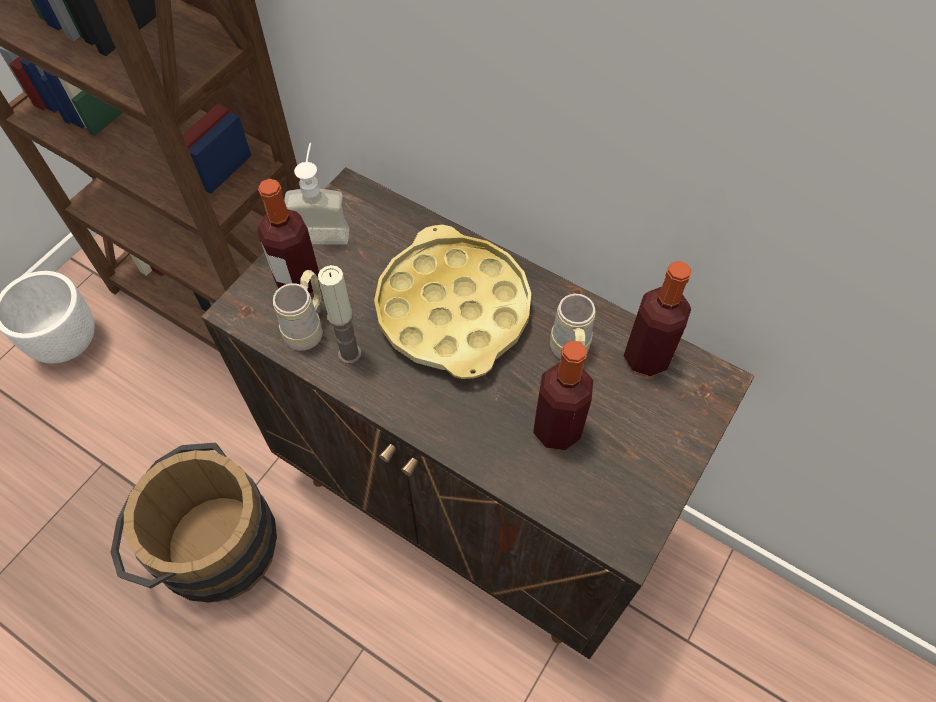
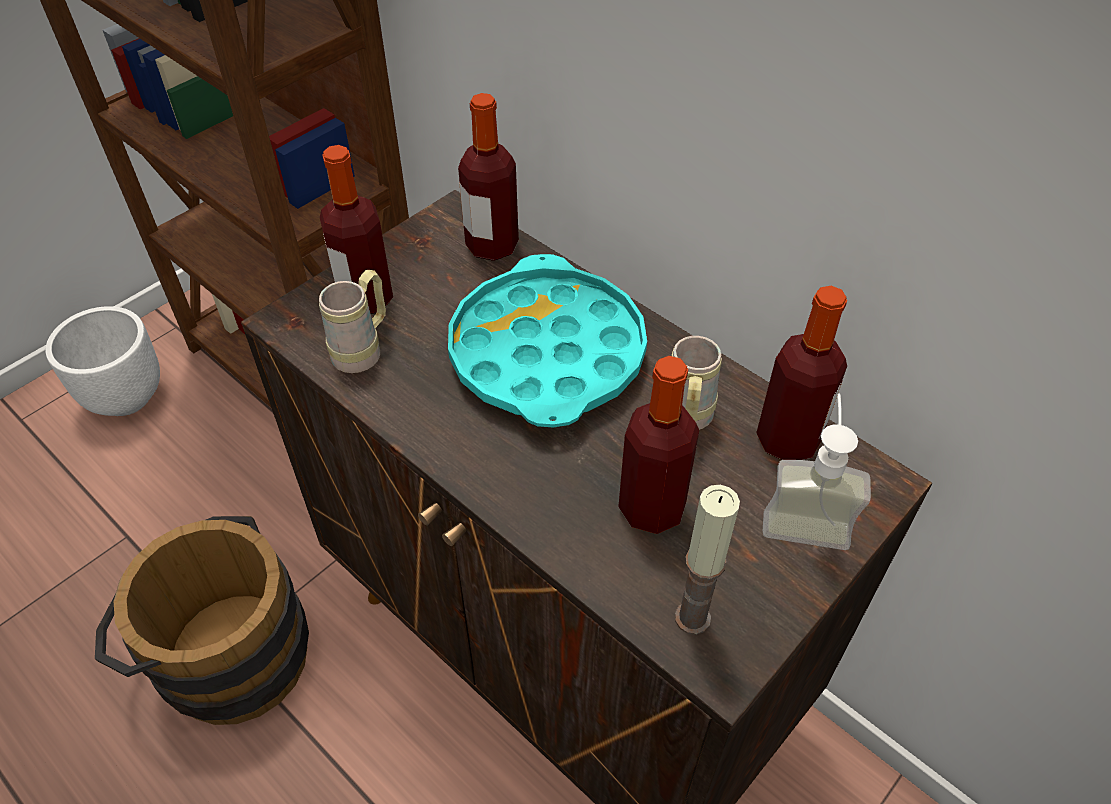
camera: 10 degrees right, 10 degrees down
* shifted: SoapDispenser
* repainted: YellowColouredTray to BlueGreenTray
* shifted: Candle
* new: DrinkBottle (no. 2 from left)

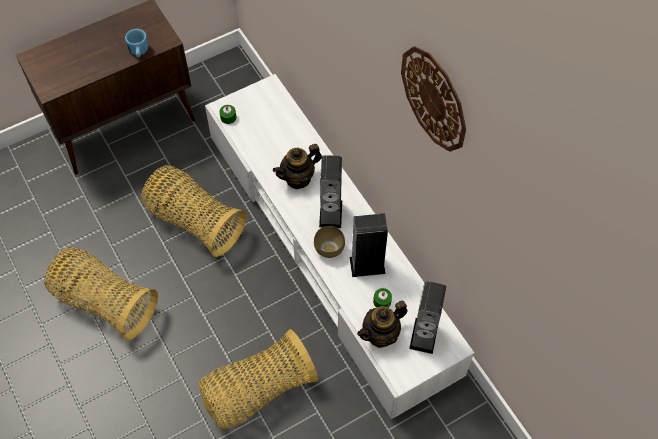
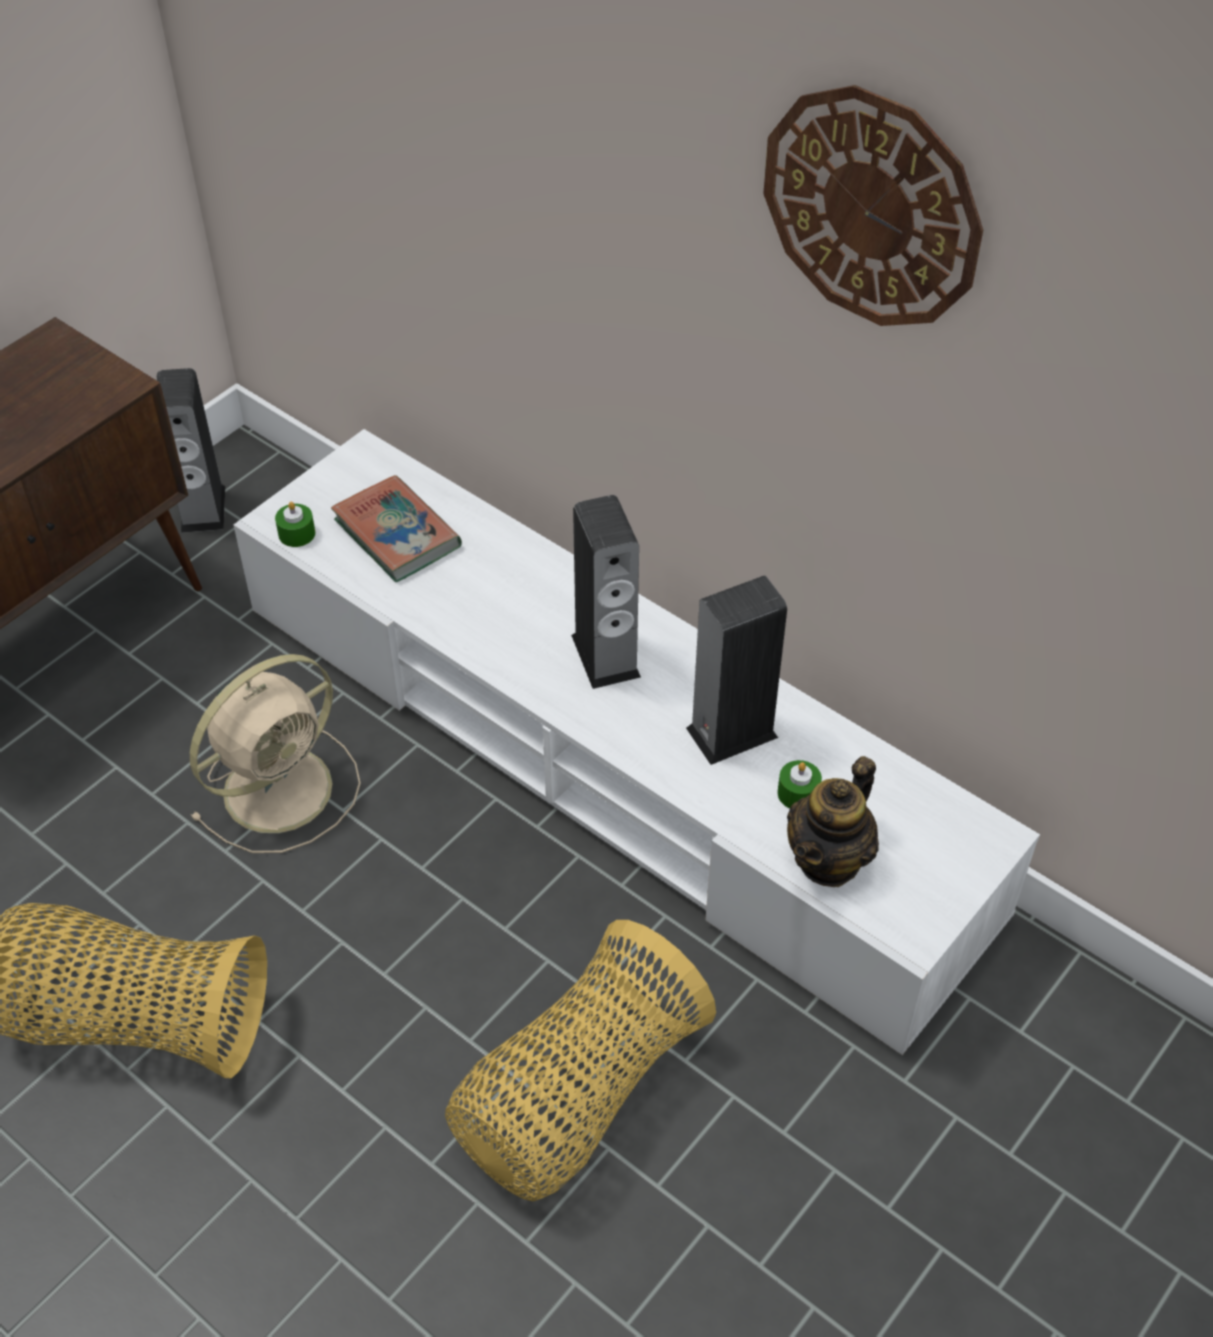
camera: 20 degrees left, 10 degrees down
* gone: BlueTeaMug
* gone: PotForTea (no. 1 from left)
* swapped: StorageBasket (no. 2 from left) to SandColouredFan
* gone: BrownishDeepDish
* shifted: AudioSpeaker (no. 3 from left in the first image) to AudioSpeaker (no. 1 from left)
* new: Volume

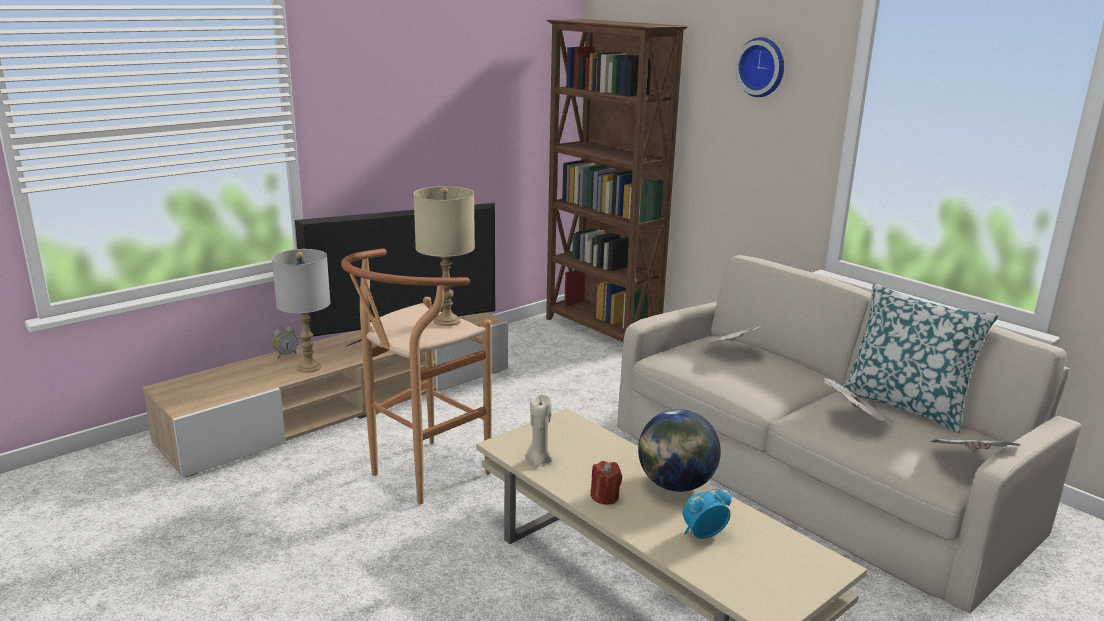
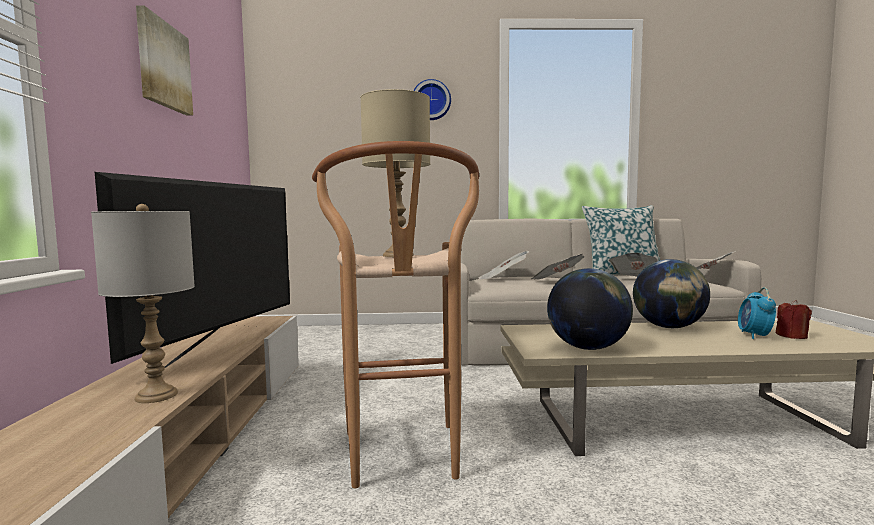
camera: 50 degrees left, 15 degrees down
* gone: BrownishBookshelf
* gone: BedsideClock (no. 1 from left)
* swapped: SandColouredCandle to DeskGlobe (no. 1 from left)
* shifted: RedCandle
* new: WallArt
* new: DailyPaper (no. 2 from left)

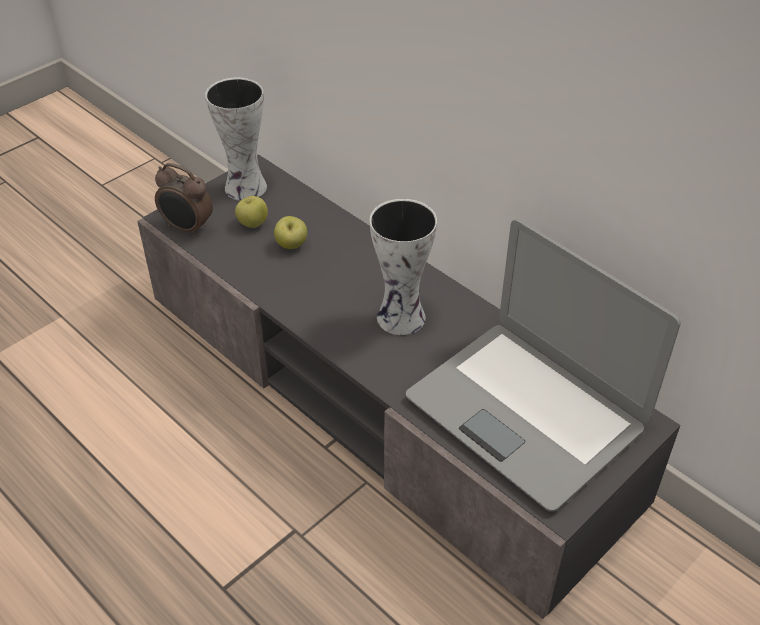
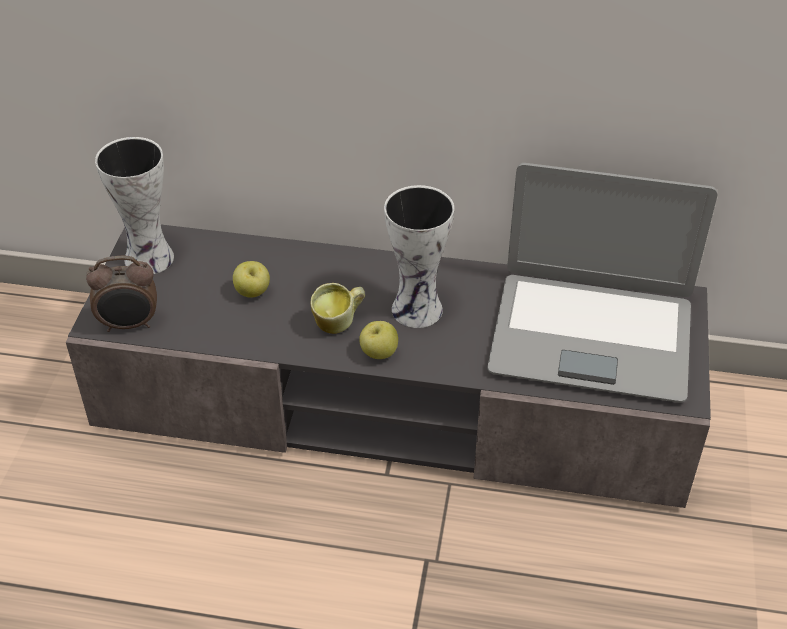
camera: 35 degrees left, 0 degrees up
* shifted: AppleFruit (no. 1 from left in the first image) to AppleFruit (no. 2 from left)
* new: TeaMug

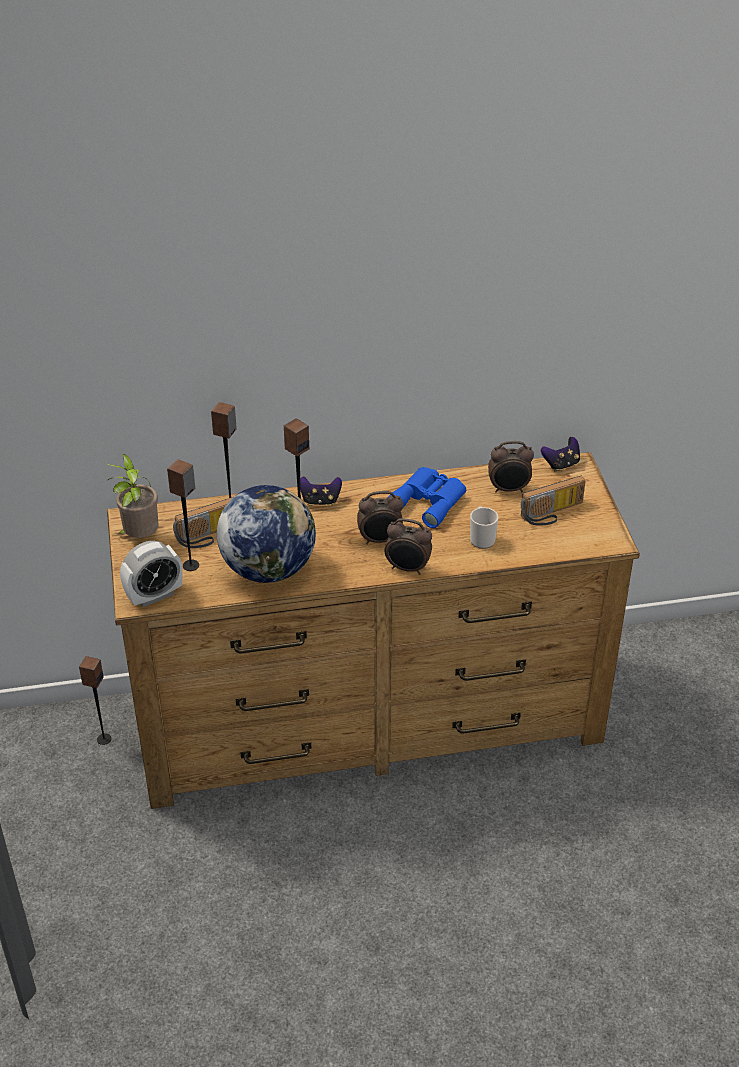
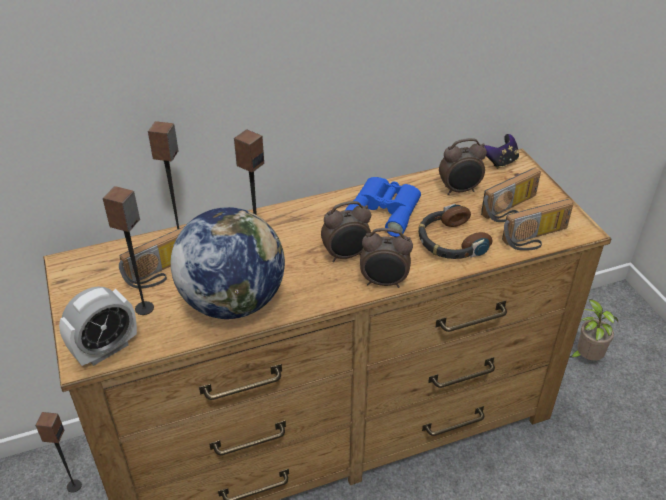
camera: 10 degrees left, 0 degrees up
* shifted: PlantInAPot
* gone: Gamepad (no. 1 from left)
* swapped: TeaMug to Headset
* new: Radio (no. 3 from left)

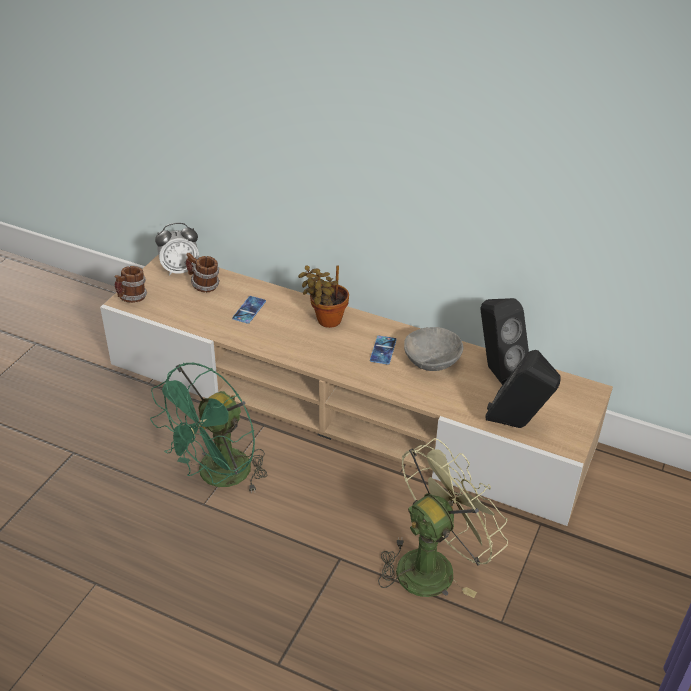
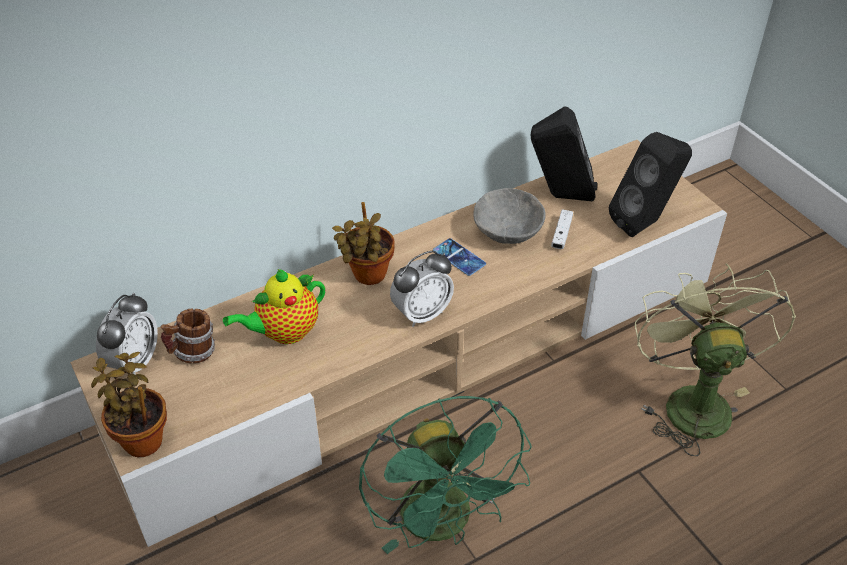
camera: 55 degrees left, 5 degrees up
* swapped: TeaMug (no. 1 from left) to PlantInAPot (no. 1 from left)
* swapped: Handset (no. 1 from left) to PotForTea
* new: WhiteGamepad
* new: BedsideClock (no. 2 from left)

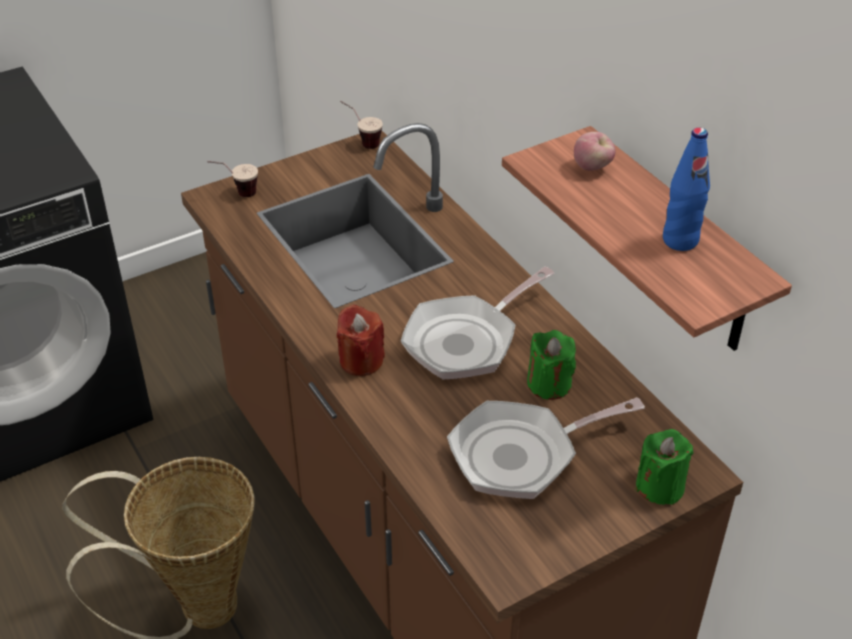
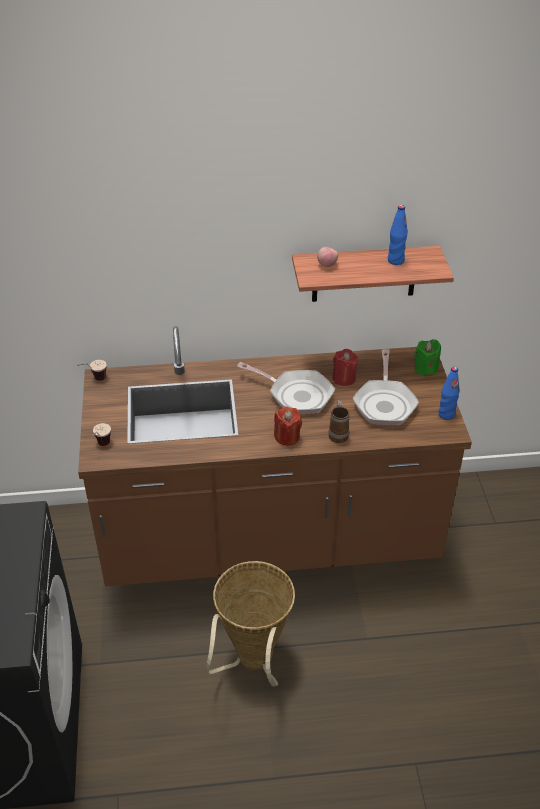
camera: 65 degrees left, 0 degrees up
* rotated: FryingPan (no. 1 from left) 45 degrees counterclockwise
* repainted: GreenCandle (no. 1 from left) to RedCandle (no. 2 from left)
* new: BlueDrinkBottle (no. 2 from left)
* new: TeaMug

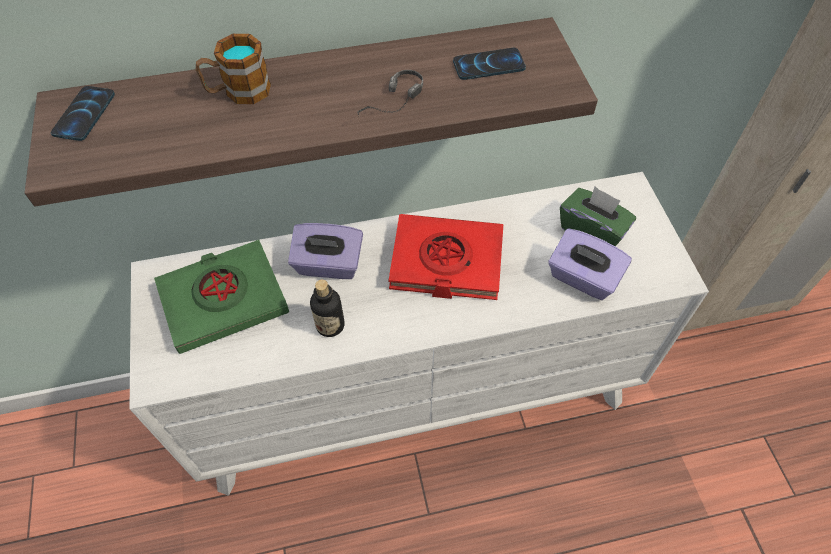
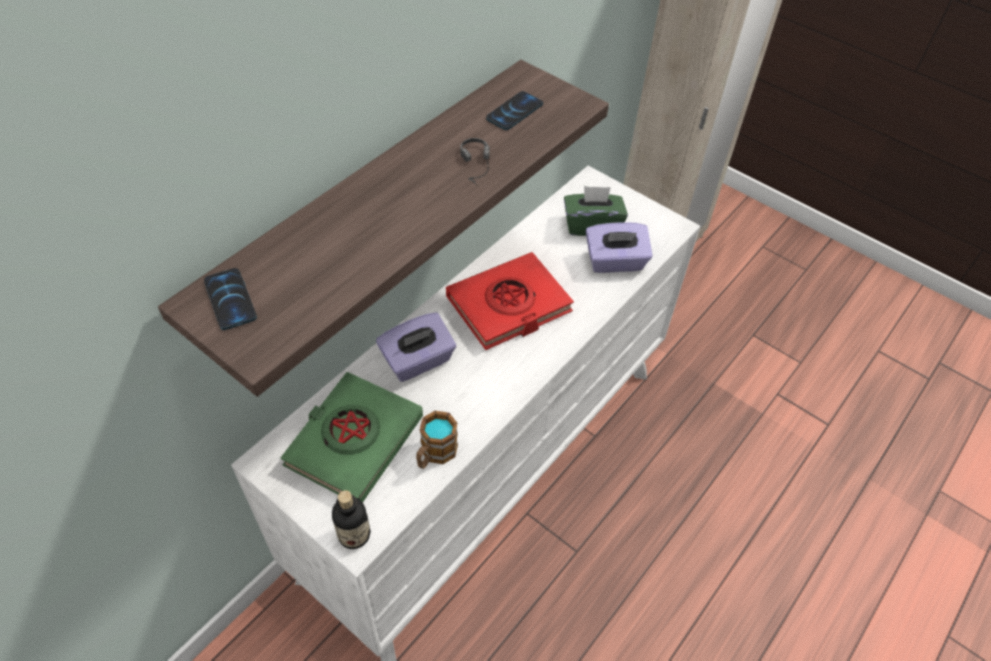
camera: 40 degrees left, 5 degrees down
* shifted: TeaMug
* shifted: DrinkBottle

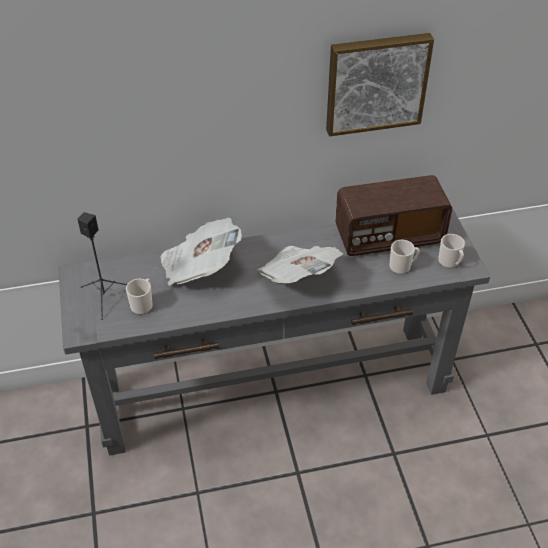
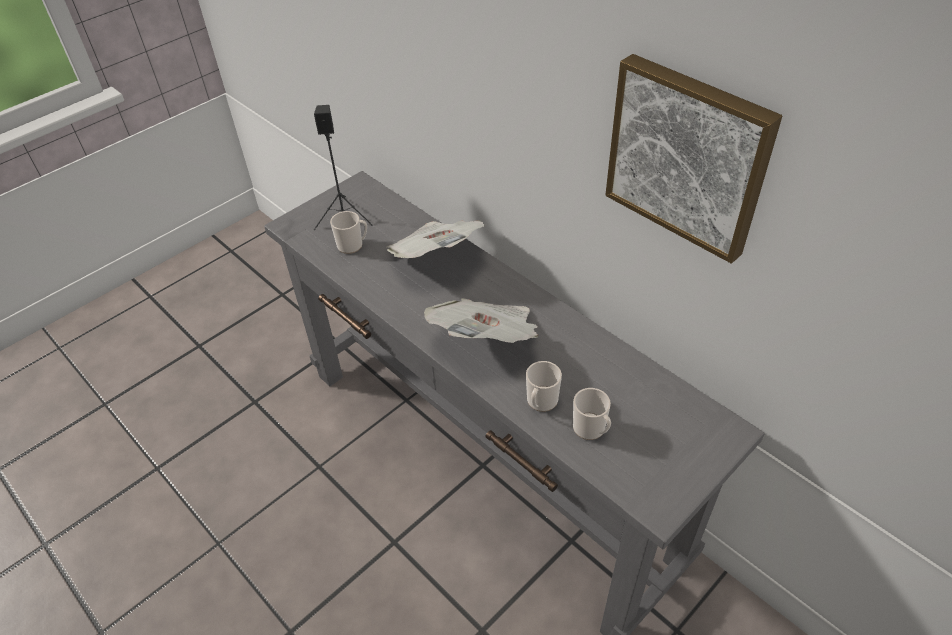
camera: 60 degrees right, 0 degrees up
* gone: Radio
* shifted: TeaMug (no. 3 from left in the first image) to TeaMug (no. 2 from left)

